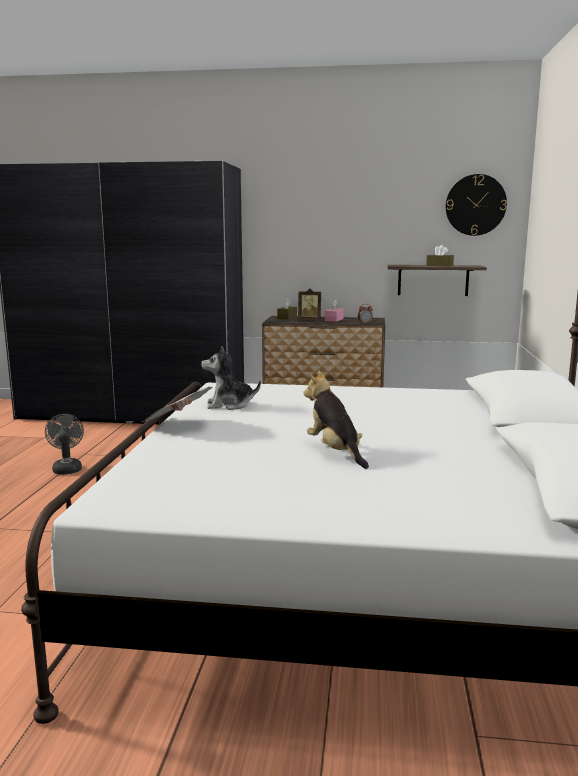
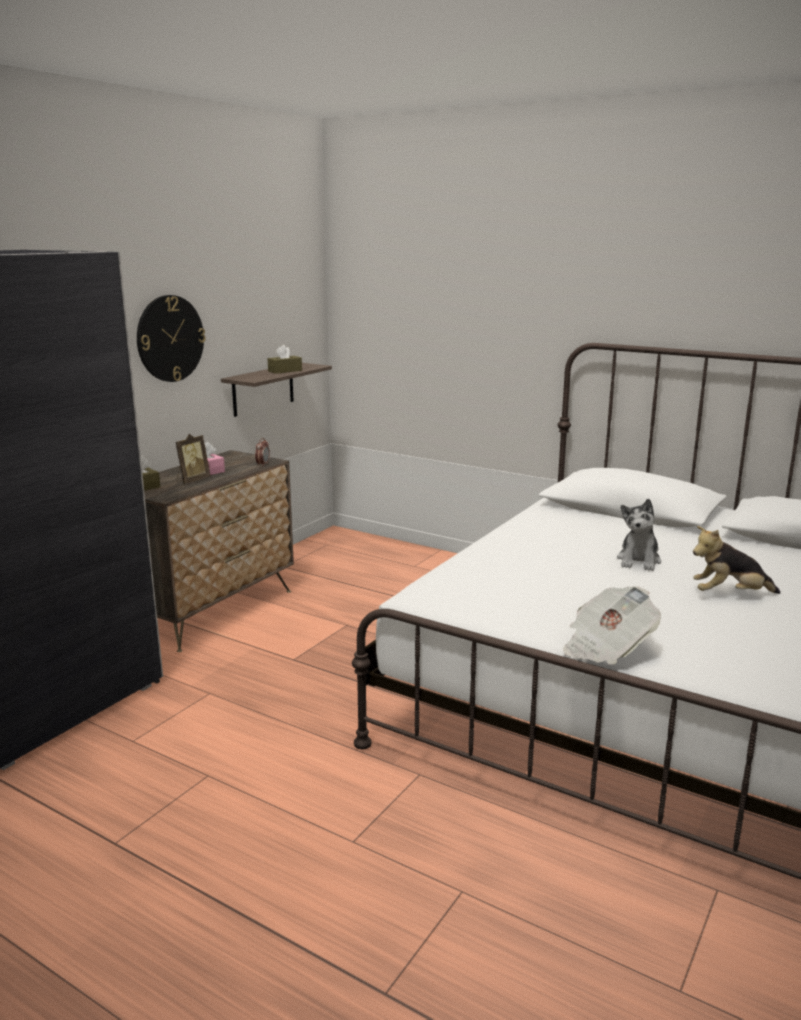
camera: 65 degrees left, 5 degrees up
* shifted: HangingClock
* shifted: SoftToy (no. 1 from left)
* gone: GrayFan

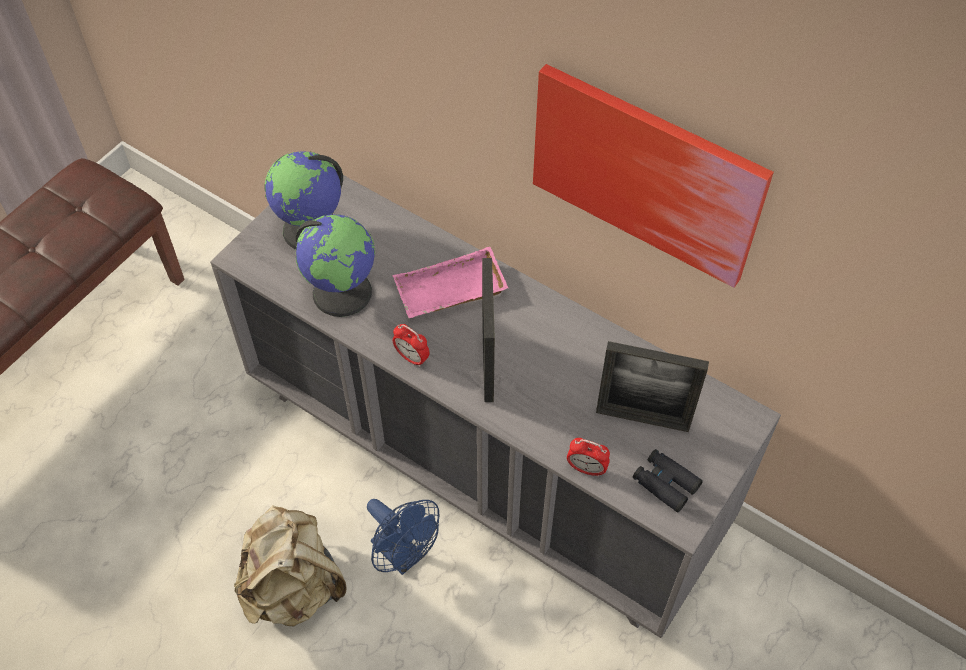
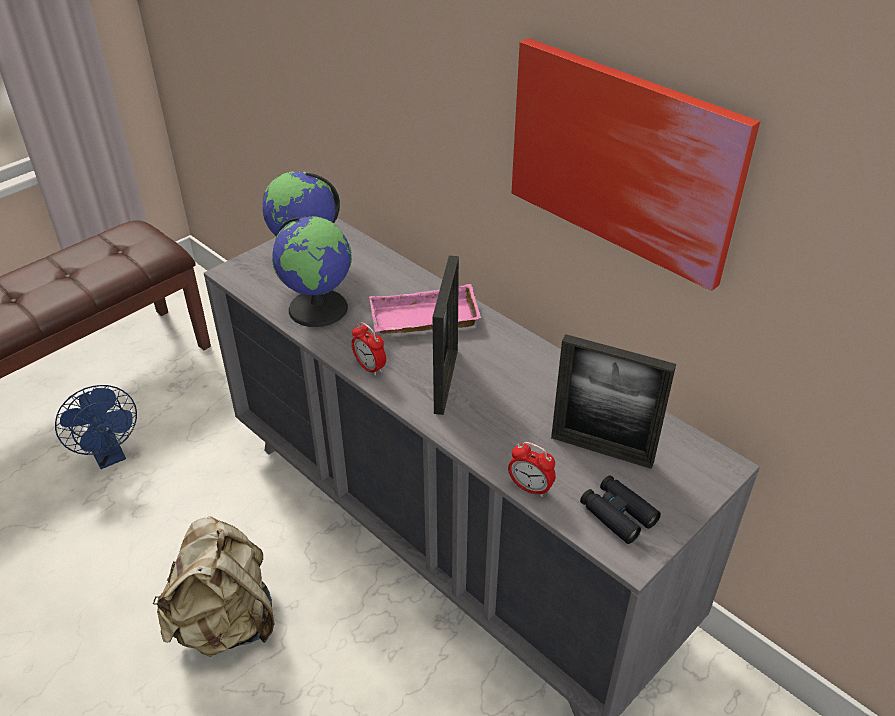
camera: 10 degrees right, 15 degrees down
* shifted: BlueFan

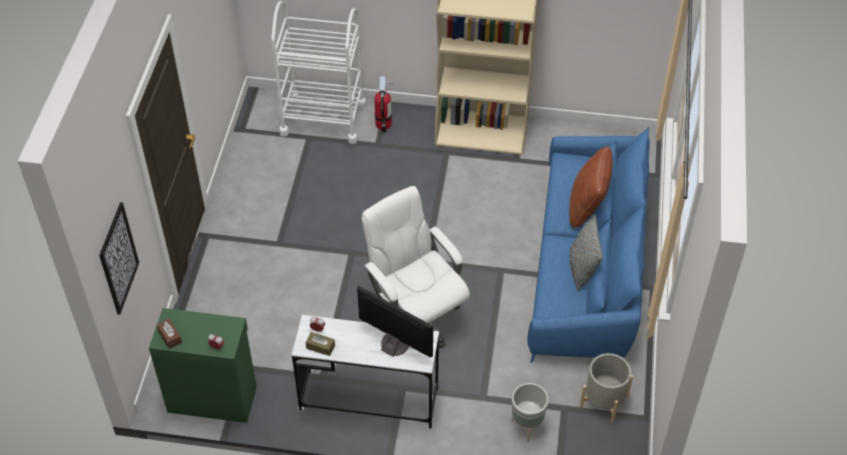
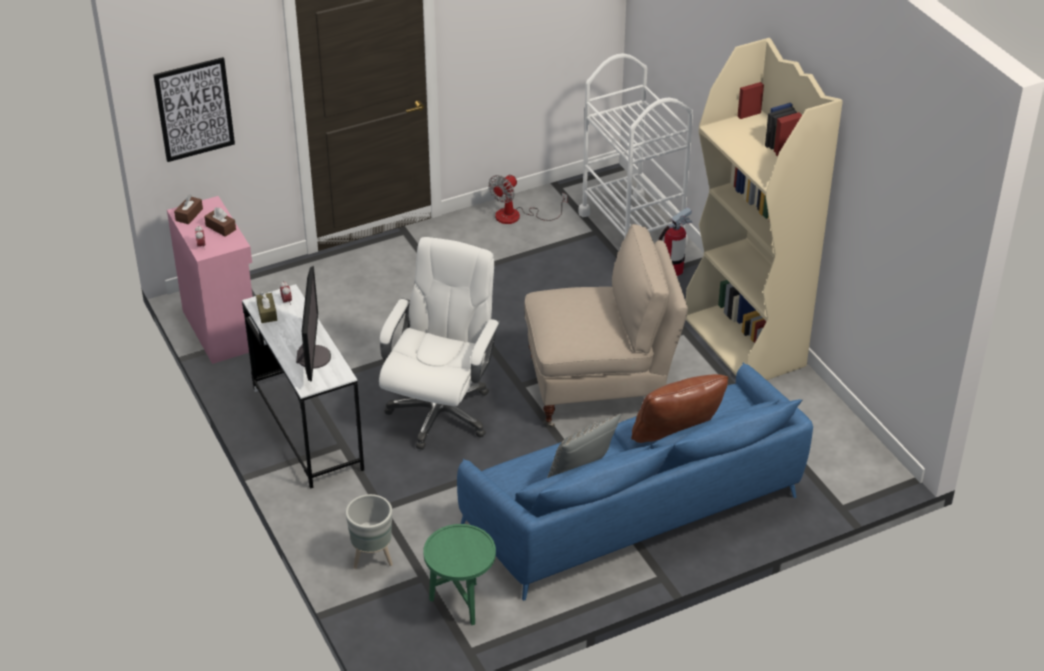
camera: 55 degrees right, 10 degrees down
* repainted: GreenCabinet to PinkColouredCabinet
* swapped: GrayFlowerPot (no. 2 from left) to GreenSideTable
* new: Fan
* new: BrownishBoxOfTissues (no. 2 from left)
* new: SandColouredPlainChair

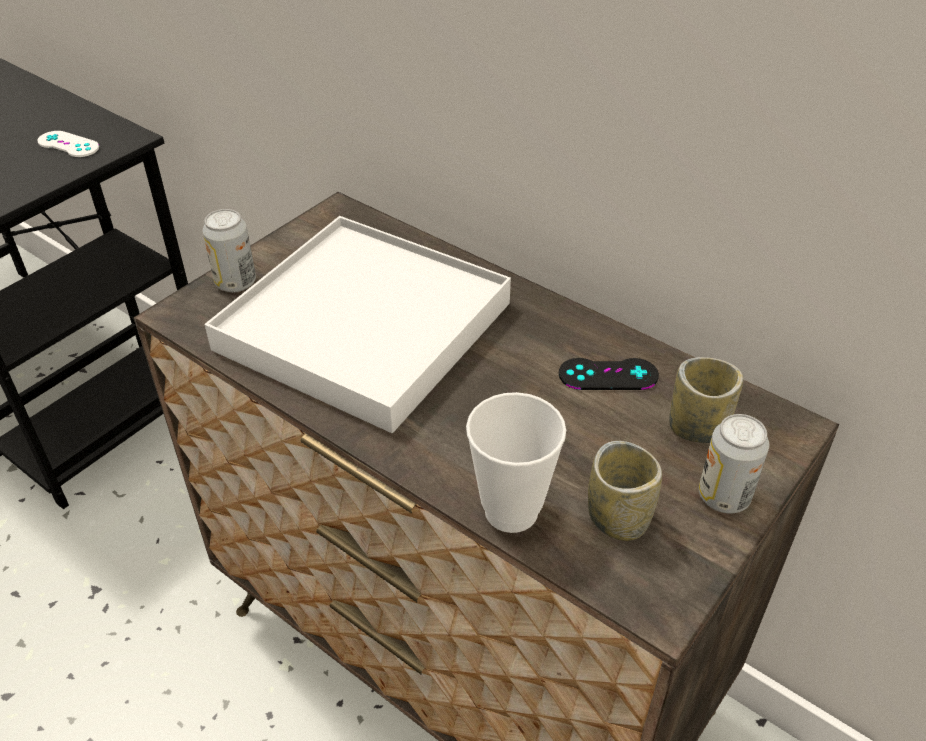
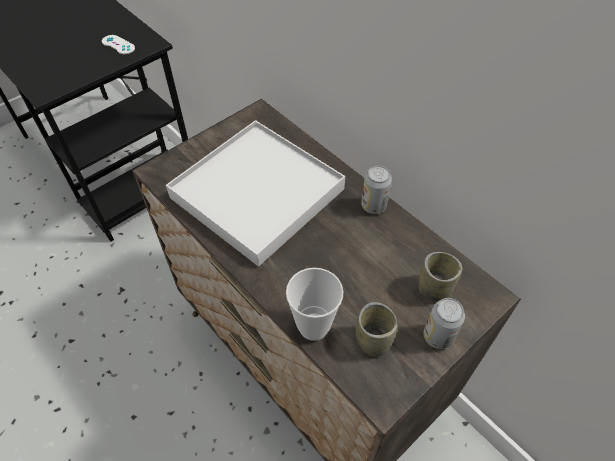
camera: 10 degrees right, 10 degrees up
* shifted: MetalCan (no. 1 from left)
* gone: BlackColouredGamepad

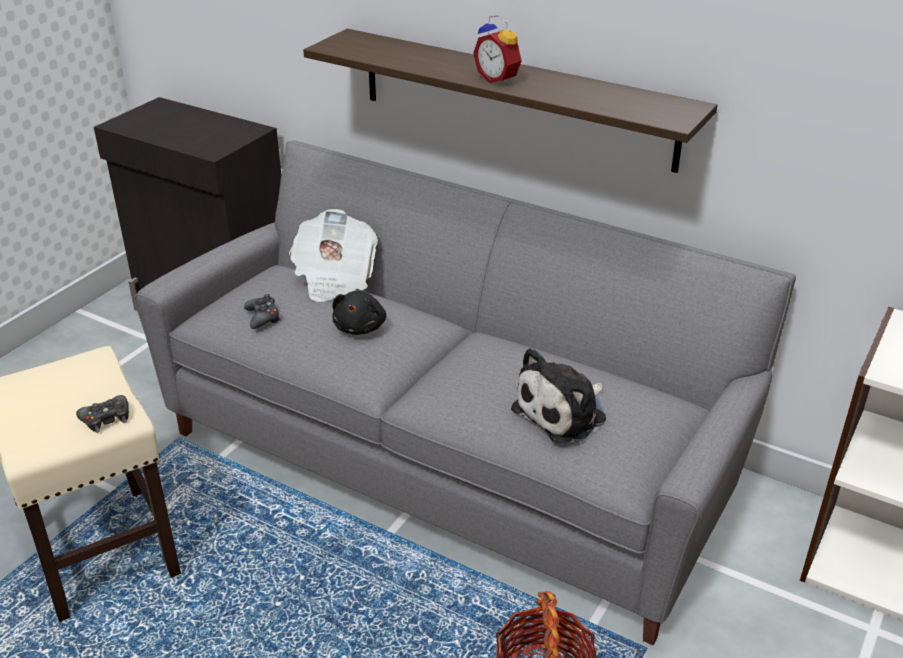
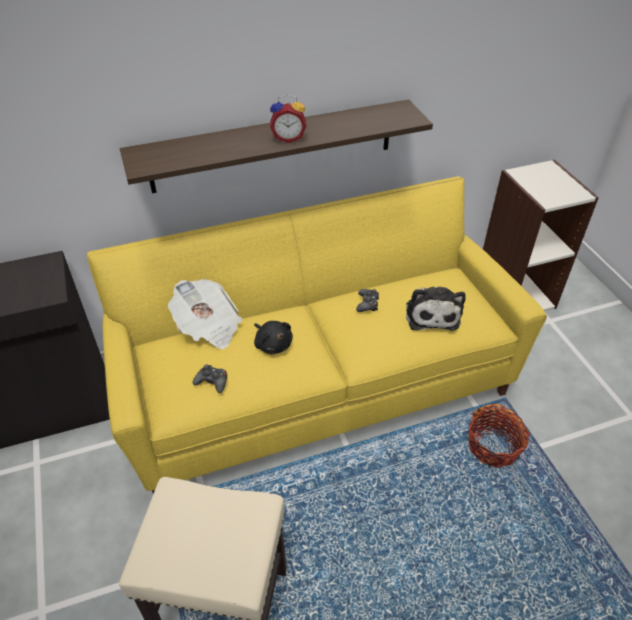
camera: 50 degrees left, 10 degrees up
* repainted: GraySettee to YellowColouredSettee
* shifted: BlackColouredGamepad (no. 1 from left in the first image) to BlackColouredGamepad (no. 2 from left)

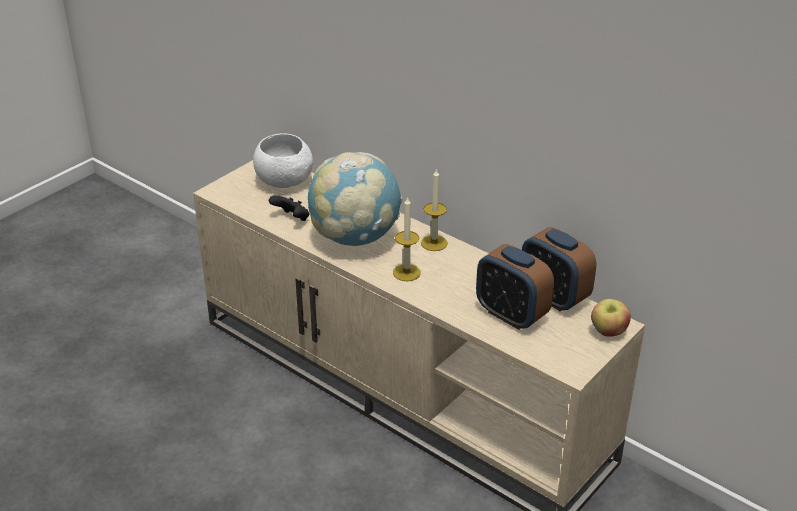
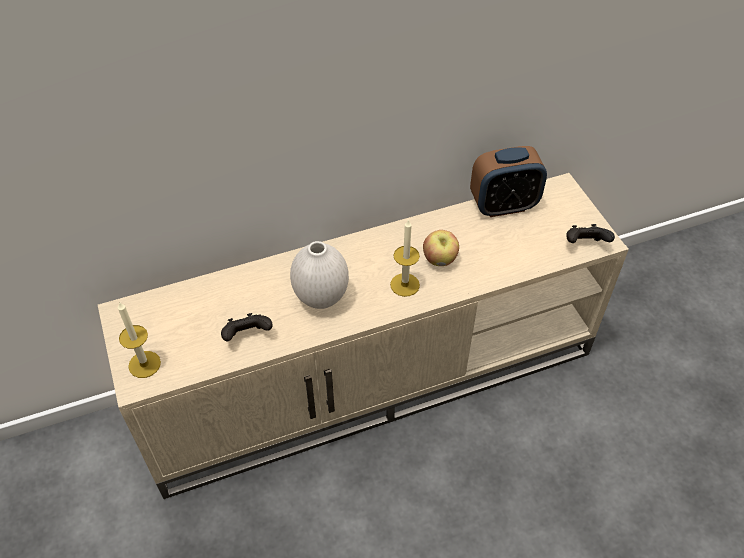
camera: 60 degrees left, 15 degrees up
* gone: WhiteDeepDish
* swapped: DeskGlobe to WhiteDecorativeVase
* shifted: Candle (no. 2 from left in the first image) to Candle (no. 1 from left)
* gone: BedsideClock (no. 1 from left)
* shifted: AppleFruit
* new: BlackColouredGamepad (no. 2 from left)

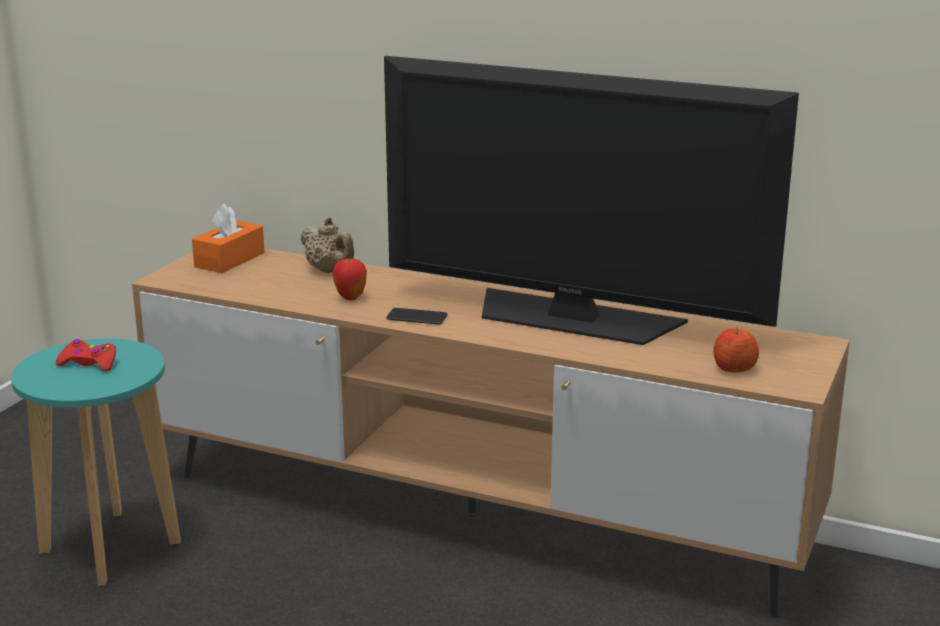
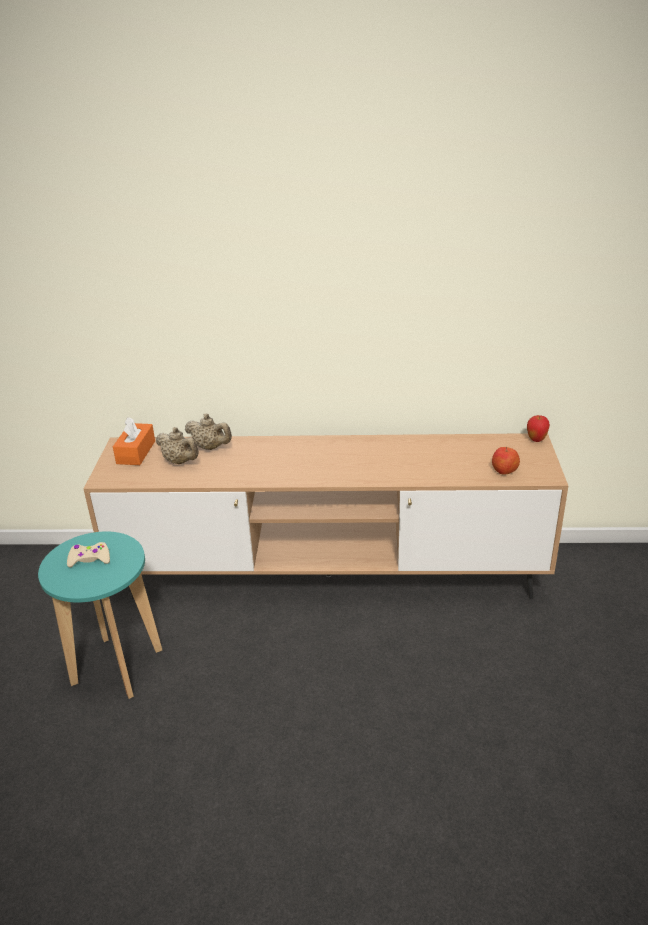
camera: 20 degrees left, 10 degrees up
* gone: Tv
* shifted: AppleFruit (no. 1 from left in the first image) to AppleFruit (no. 2 from left)
* gone: Handset
* repainted: RedGamepad to SandColouredGamepad
* new: SandColouredPotForTea (no. 1 from left)

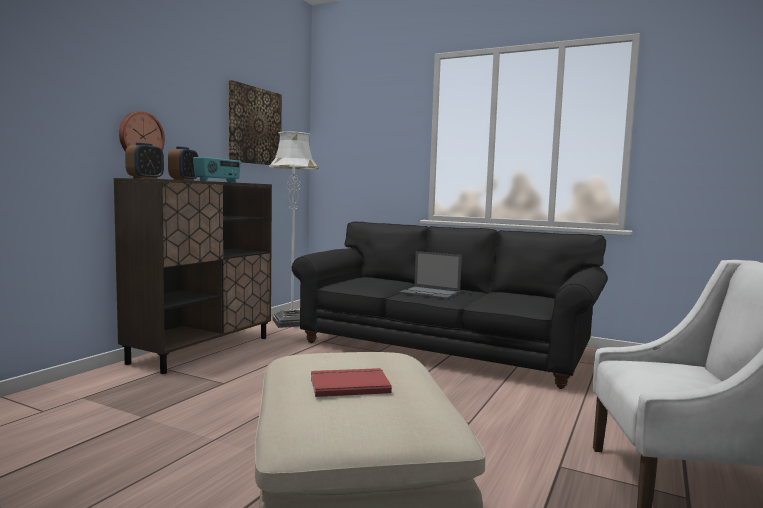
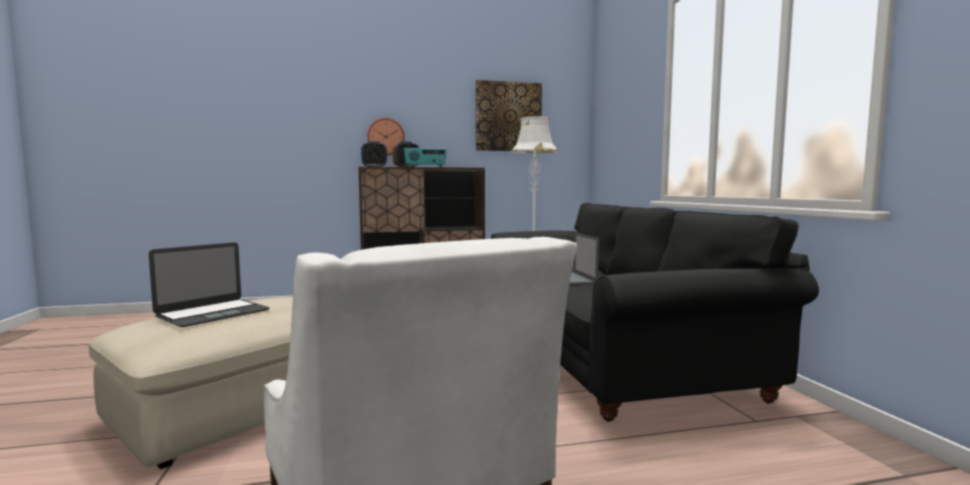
camera: 50 degrees right, 0 degrees up
* swapped: RedVolume to PortableComputer (no. 1 from left)

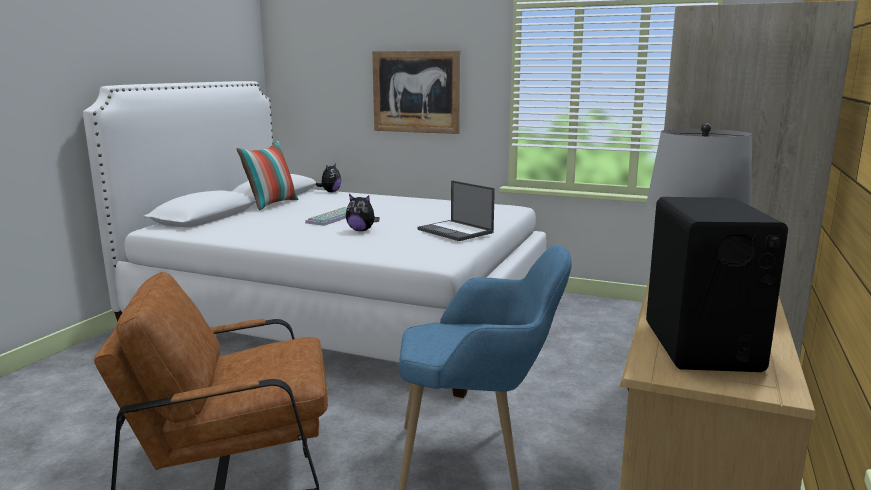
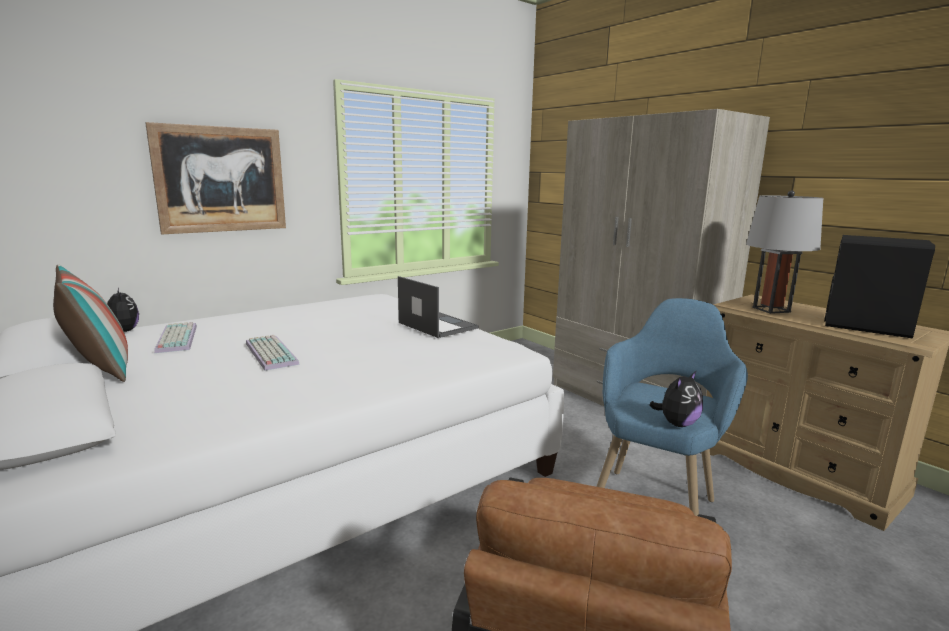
camera: 60 degrees left, 0 degrees up
* rotated: PortableComputer 120 degrees counterclockwise
* shifted: SoftToy (no. 2 from left)
* new: ComputerKeyboard (no. 1 from left)

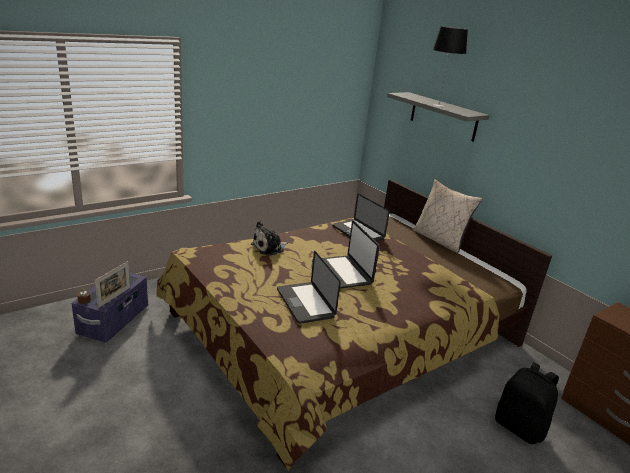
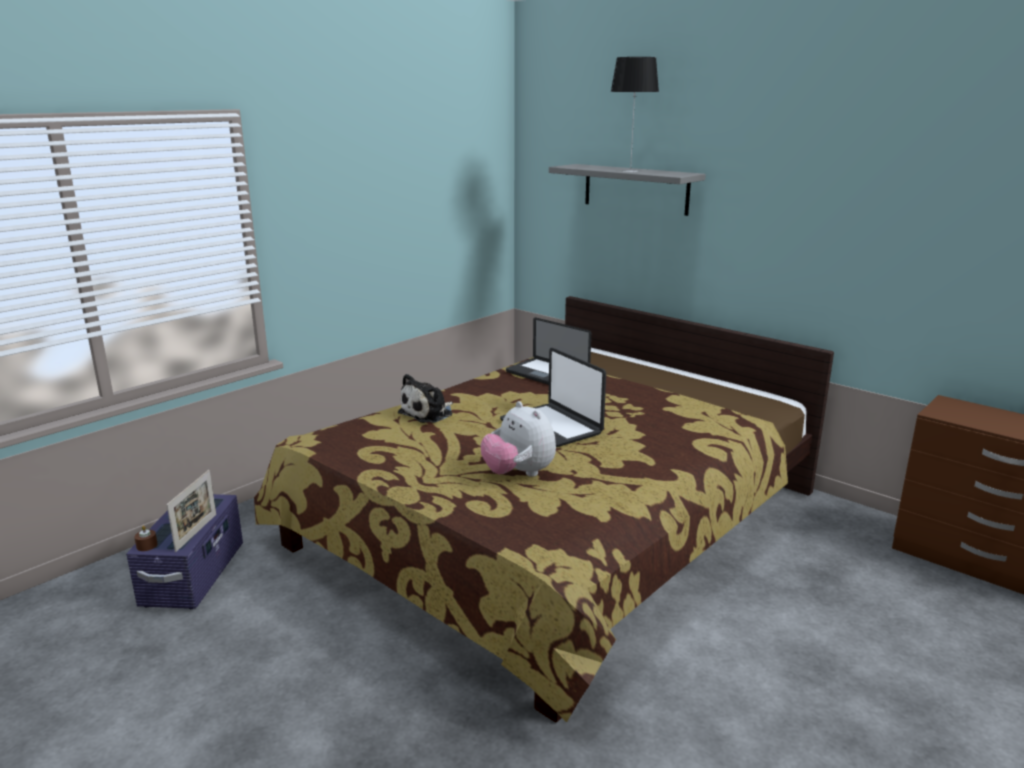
camera: 10 degrees left, 5 degrees down
* gone: SandColouredCushion
* swapped: PortableComputer (no. 1 from left) to SoftToy (no. 2 from left)
* gone: BlackColouredKnapsack

